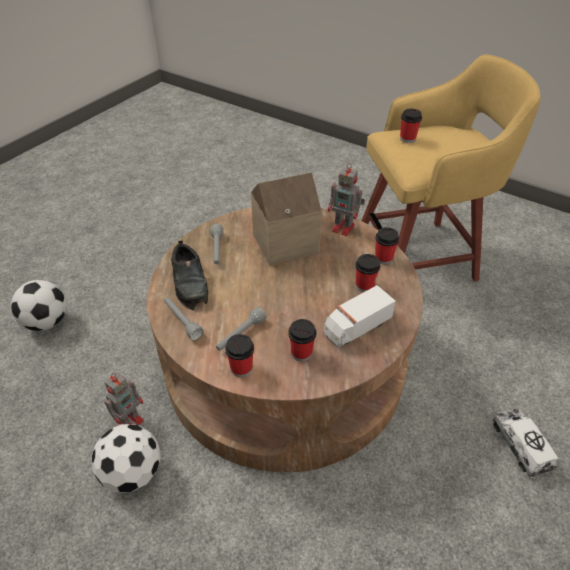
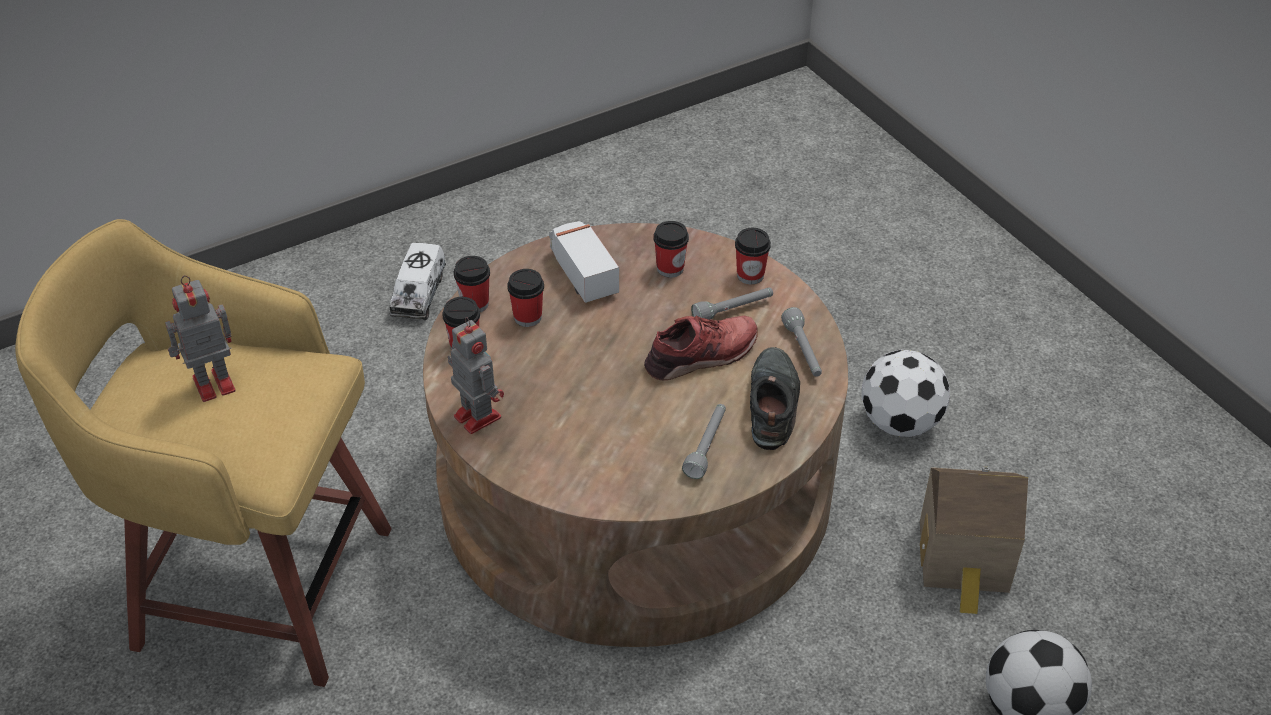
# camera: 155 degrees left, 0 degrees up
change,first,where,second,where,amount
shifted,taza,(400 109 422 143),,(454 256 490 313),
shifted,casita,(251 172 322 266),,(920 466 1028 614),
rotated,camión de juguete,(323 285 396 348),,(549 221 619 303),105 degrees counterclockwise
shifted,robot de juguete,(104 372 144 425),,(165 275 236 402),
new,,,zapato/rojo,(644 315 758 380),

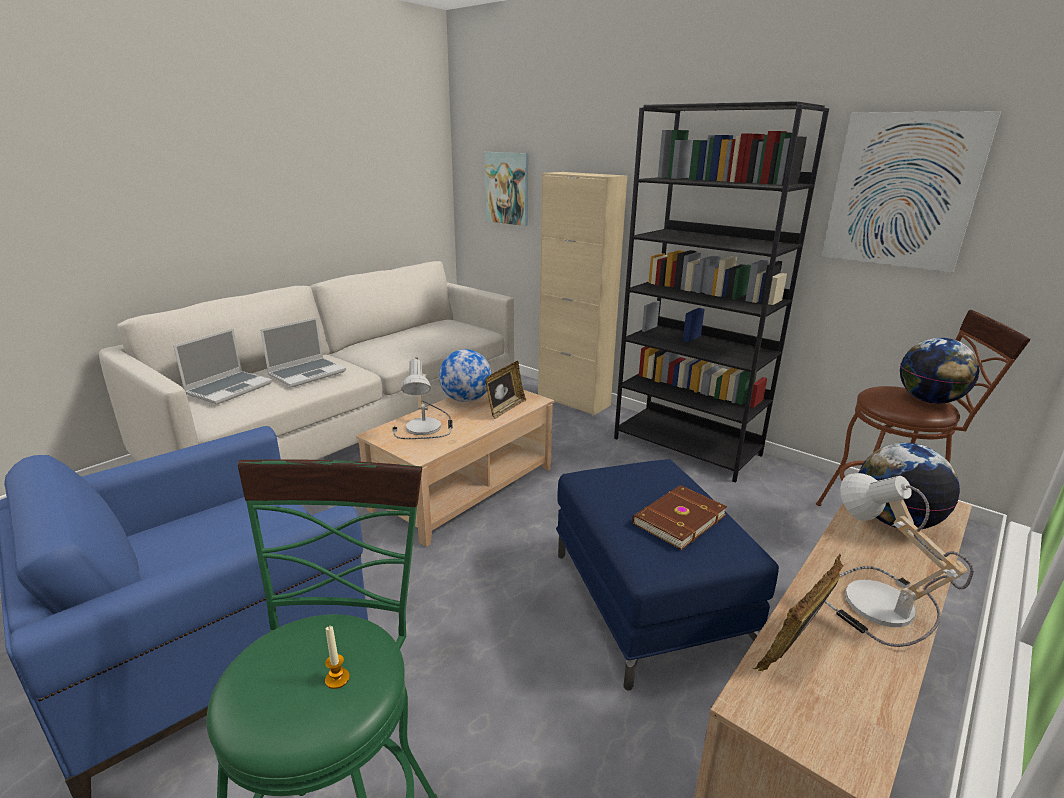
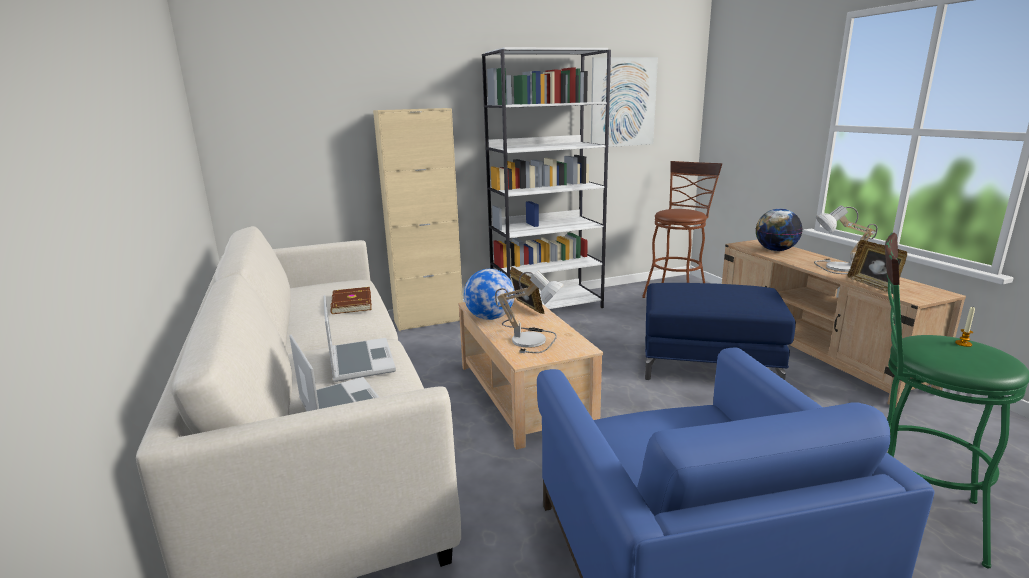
# camera: 60 degrees left, 5 degrees down
change,first,where,second,where,amount
repainted,estantería/negro,(614 101 829 483),estantería/blanco,(482 47 611 309),
gone,cuadro,(484 152 528 226),,,
gone,globo terráqueo,(900 338 979 404),,,
shifted,libro/marrón,(632 485 728 550),,(330 287 372 314),

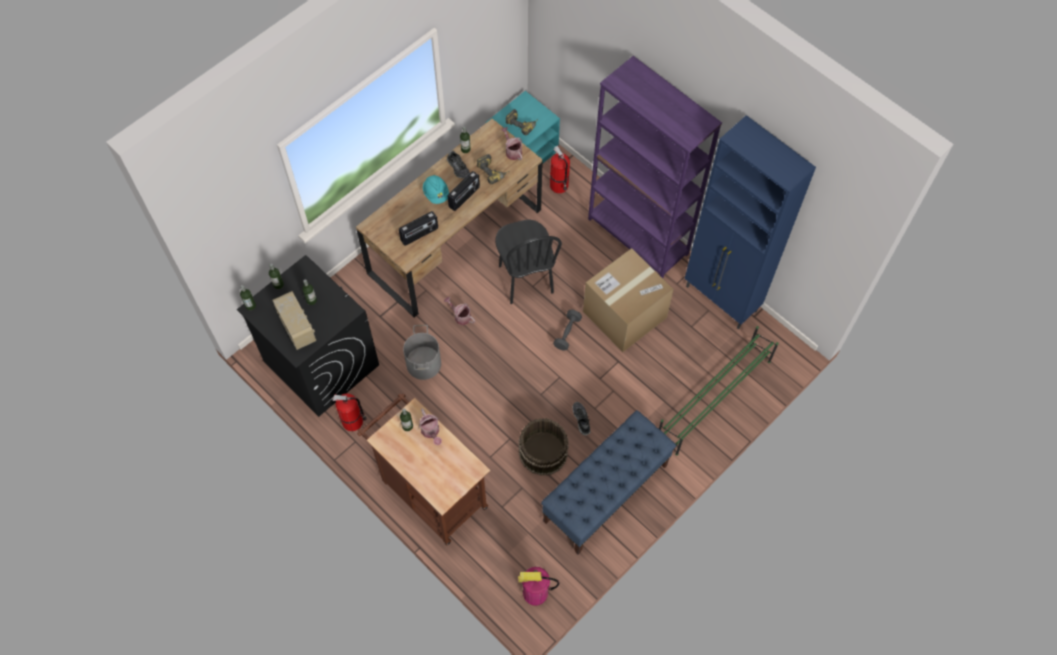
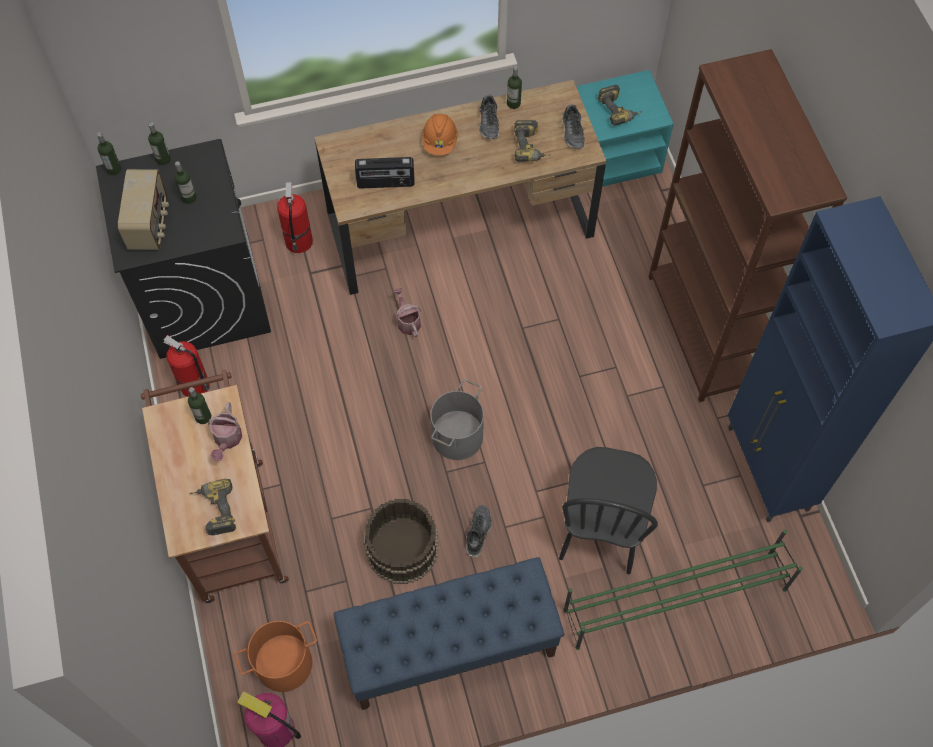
# camera: 30 degrees right, 0 degrees up
change,first,where,second,where,amount
repainted,estantería/morado,(588 56 722 278),estantería/marrón,(648 49 847 402),
swapped,regadera,(501 127 522 160),zapato,(562 104 585 149),
shifted,extintor,(550 146 570 193),,(277 182 313 253),
gone,radio,(448 171 480 211),,,
repainted,casco/turquesa,(423 175 449 204),casco/naranja,(422 114 458 156),
shifted,silla/negro,(495 219 562 304),,(559 447 658 574),
gone,caja de cartón,(583 248 674 352),,,
gone,mancuerna/gris,(553 310 582 351),,,
shifted,cubo/gris,(403 325 441 380),,(431 379 484 460),
new,,,taladro,(189 479 236 535),
new,,,cubo/naranja,(234 621 317 692),

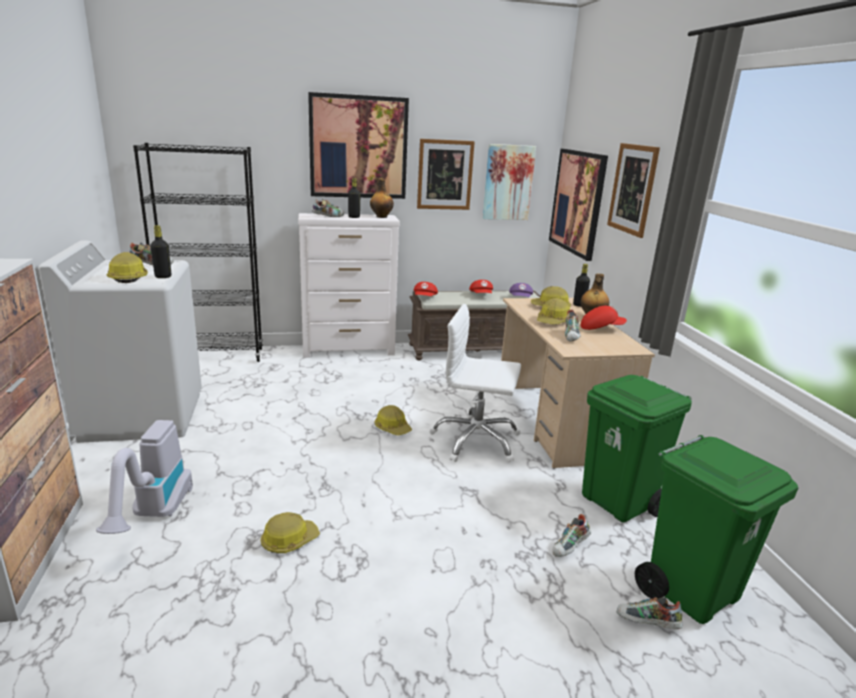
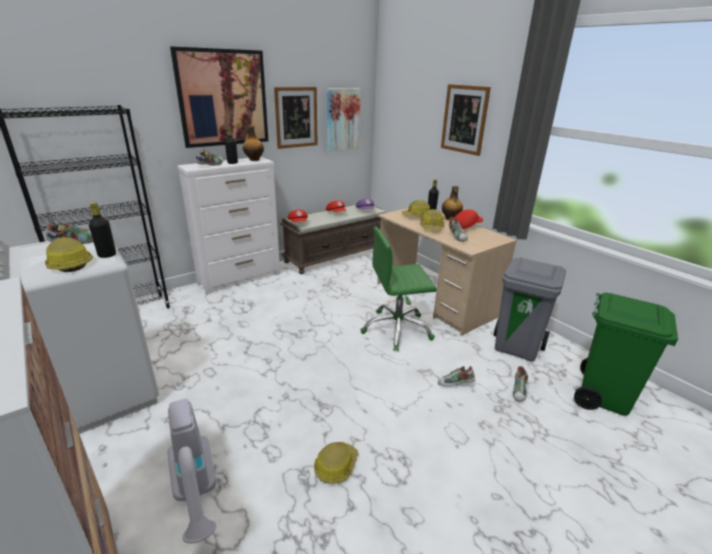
# camera: 25 degrees left, 5 degrees up
change,first,where,second,where,amount
gone,cuadro,(549 149 608 261),,,
repainted,silla de oficina/blanco,(429 304 521 463),silla de oficina/verde,(360 226 437 352),
repainted,papelera/verde,(582 375 692 522),papelera/gris,(494 258 566 362),
gone,casco,(375 405 412 435),,,
shifted,zapato,(617 597 683 629),,(438 366 475 386),

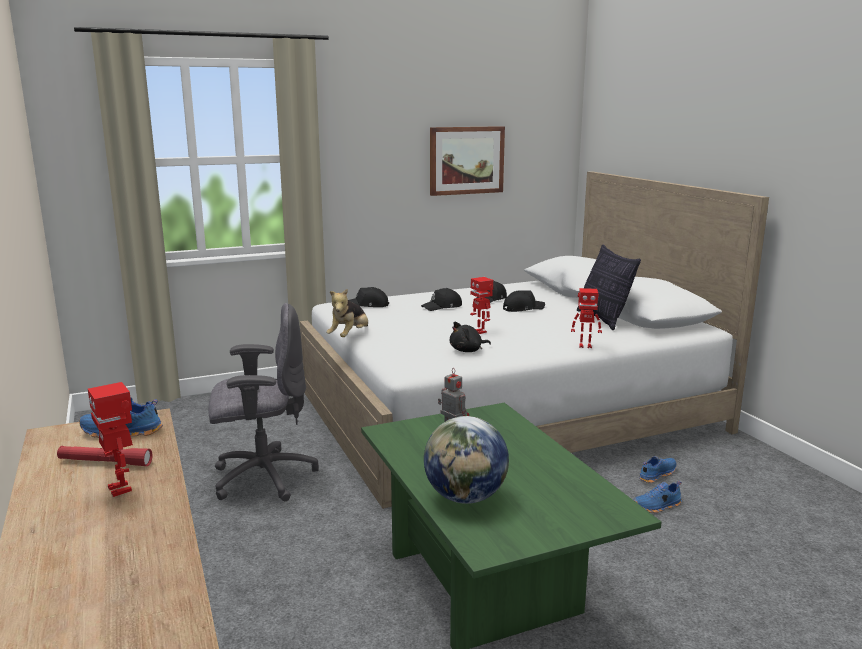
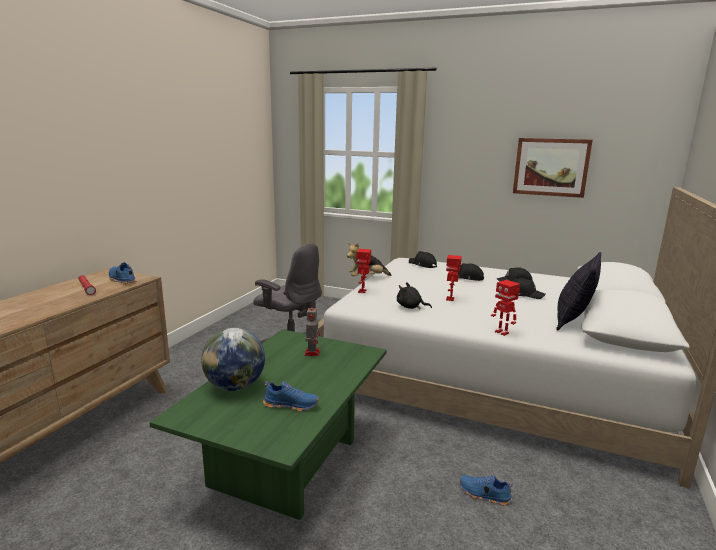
# camera: 45 degrees right, 0 degrees up
change,first,where,second,where,amount
shifted,robot de juguete,(88 382 133 497),,(356 249 371 293),
shifted,zapato/azul,(639 456 676 483),,(263 381 319 411),

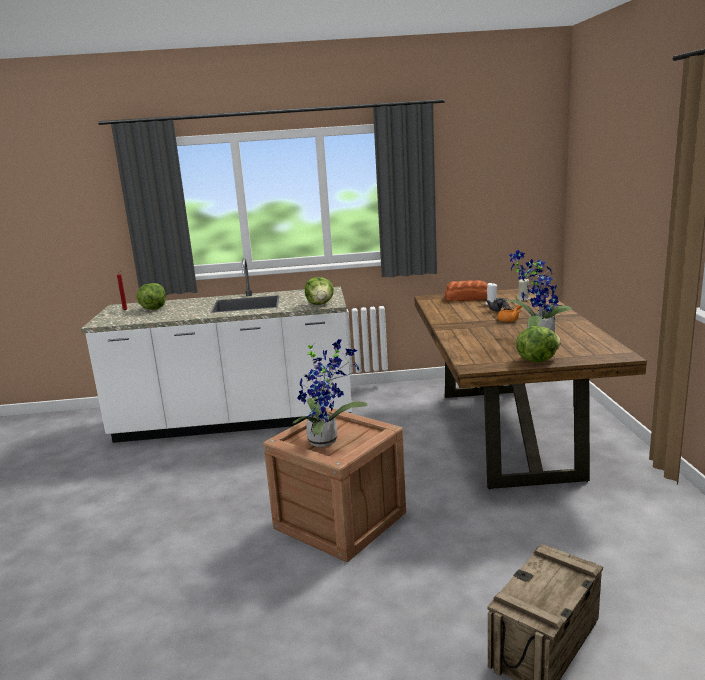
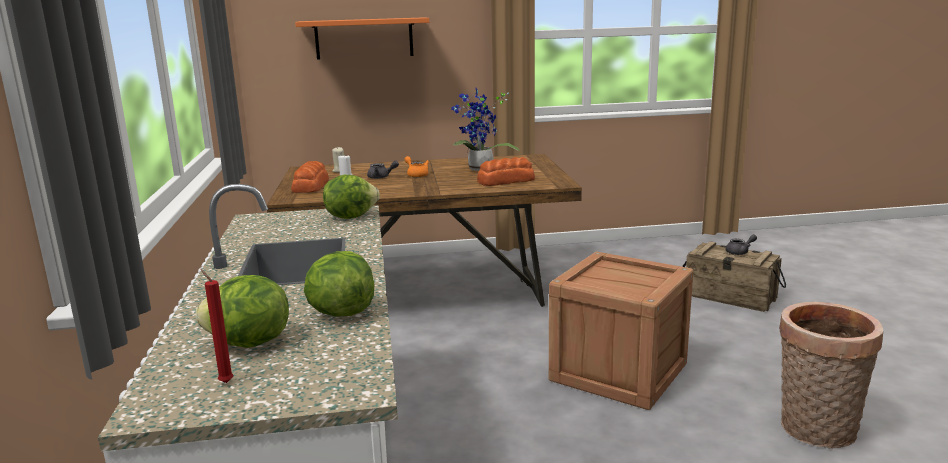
# camera: 95 degrees left, 0 degrees up
change,first,where,second,where,amount
shifted,lechuga,(516 326 561 363),,(304 251 375 317),
gone,planta en maceta,(293 339 367 447),,,
new,,,estante/naranja,(295 17 429 60),
new,,,pan,(477 157 535 186),
new,,,tetera/gris,(726 234 757 255),
new,,,cesta,(779 302 883 449),

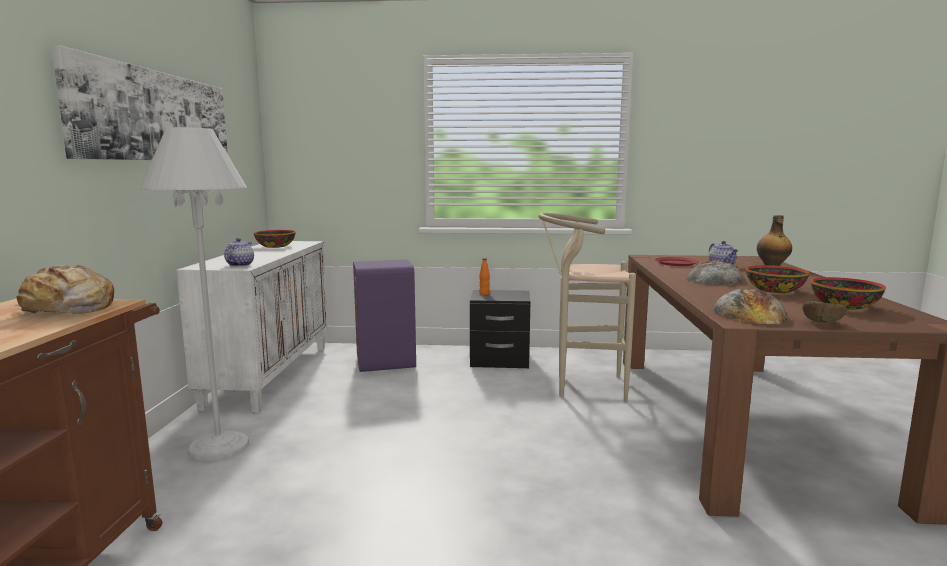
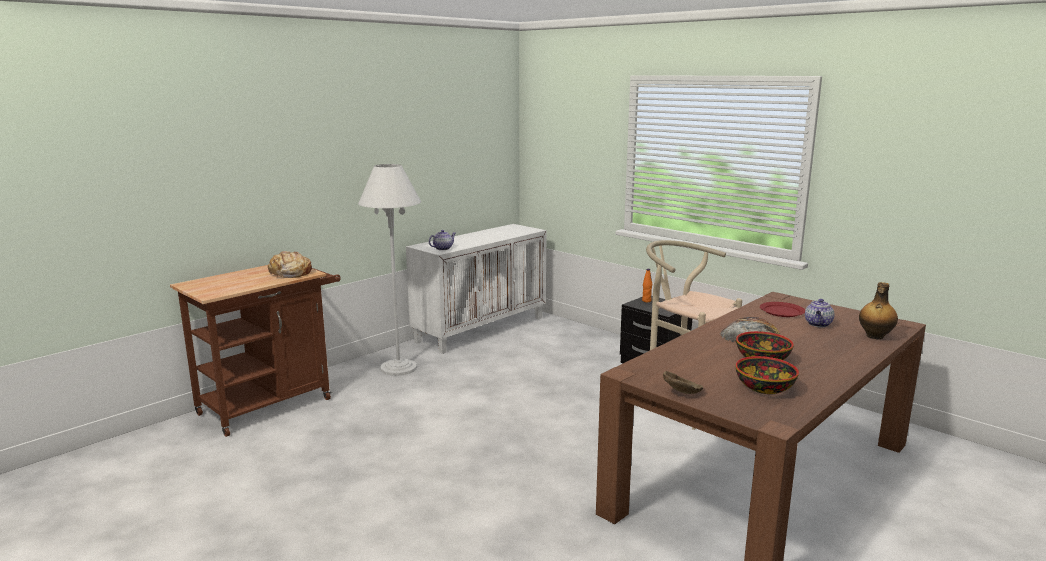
# camera: 40 degrees right, 5 degrees up
change,first,where,second,where,amount
gone,cuadro,(51 45 228 160),,,
gone,cuenco,(254 230 296 248),,,
gone,papelera/morado,(353 259 416 372),,,
gone,pan,(713 289 788 325),,,

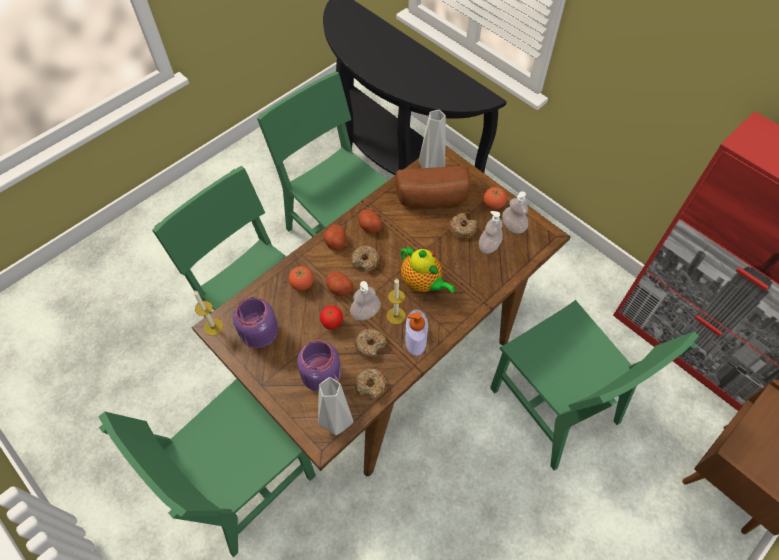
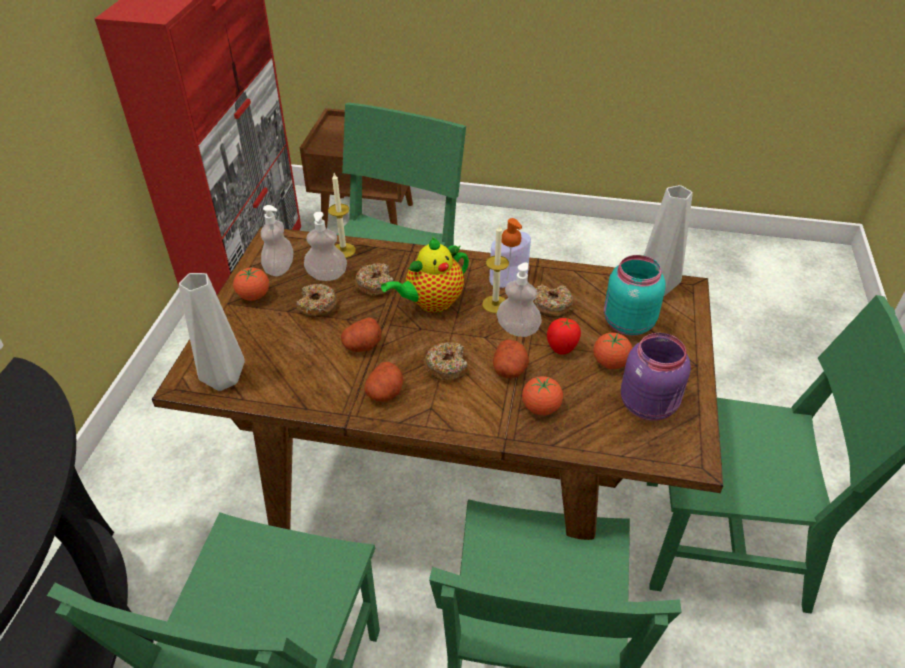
# camera: 125 degrees left, 15 degrees down
change,first,where,second,where,amount
gone,pan,(395 166 470 208),,,
shifted,patata,(324 225 346 250),,(341 317 381 352),
rotated,tetera,(400 247 456 293),,(381 237 469 313),135 degrees counterclockwise
shifted,vela,(194 291 223 336),,(328 173 356 258),
repainted,tarro/morado,(297 340 341 392),tarro/turquesa,(604 255 666 336),
shifted,rosquilla,(355 368 387 399),,(355 263 393 296),
new,,,tomate,(593 333 632 369),

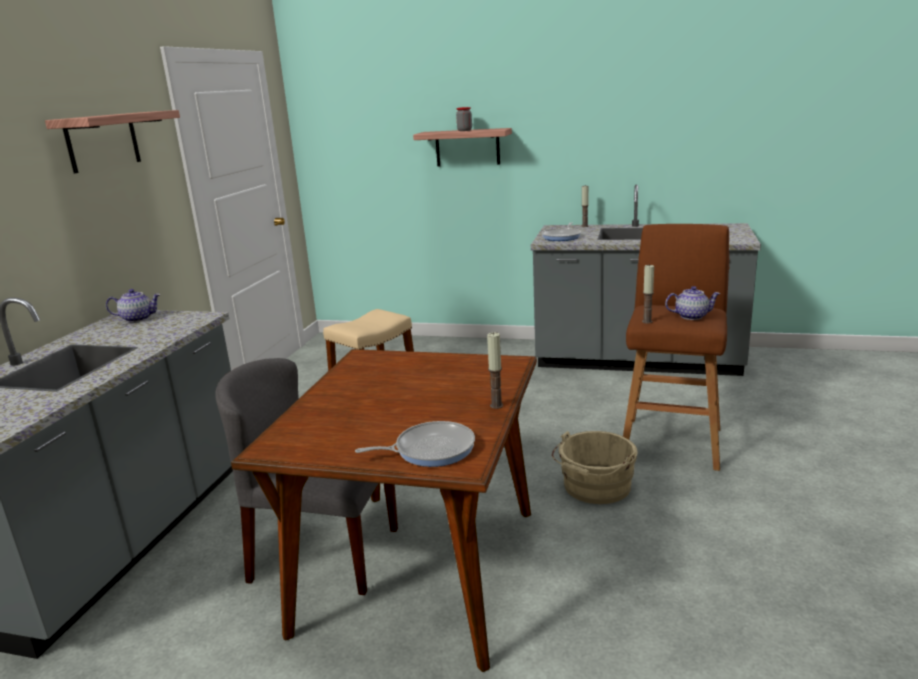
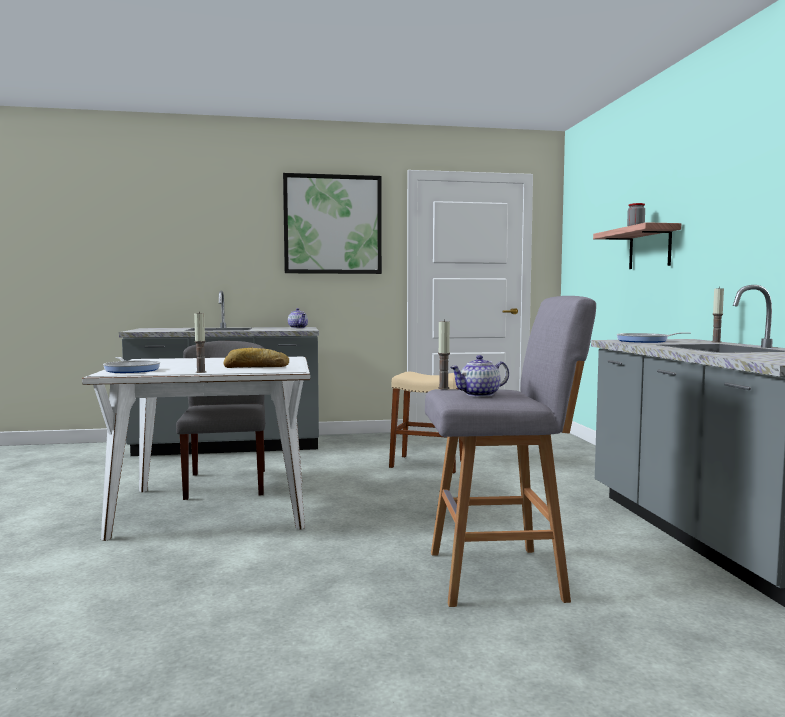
# camera: 65 degrees right, 15 degrees down
change,first,where,second,where,amount
swapped,estante,(45 110 180 173),cuadro,(283 173 382 274),
repainted,taburete/marrón,(623 224 729 471),taburete/gris,(425 296 596 607),
rotated,tetera,(665 286 720 320),,(450 355 509 397),90 degrees clockwise
repainted,mesa de comedor/marrón,(231 349 537 672),mesa de comedor/blanco,(82 357 310 541),
gone,cubo/beis,(552 431 638 504),,,
new,,,pan,(223 347 289 368),

